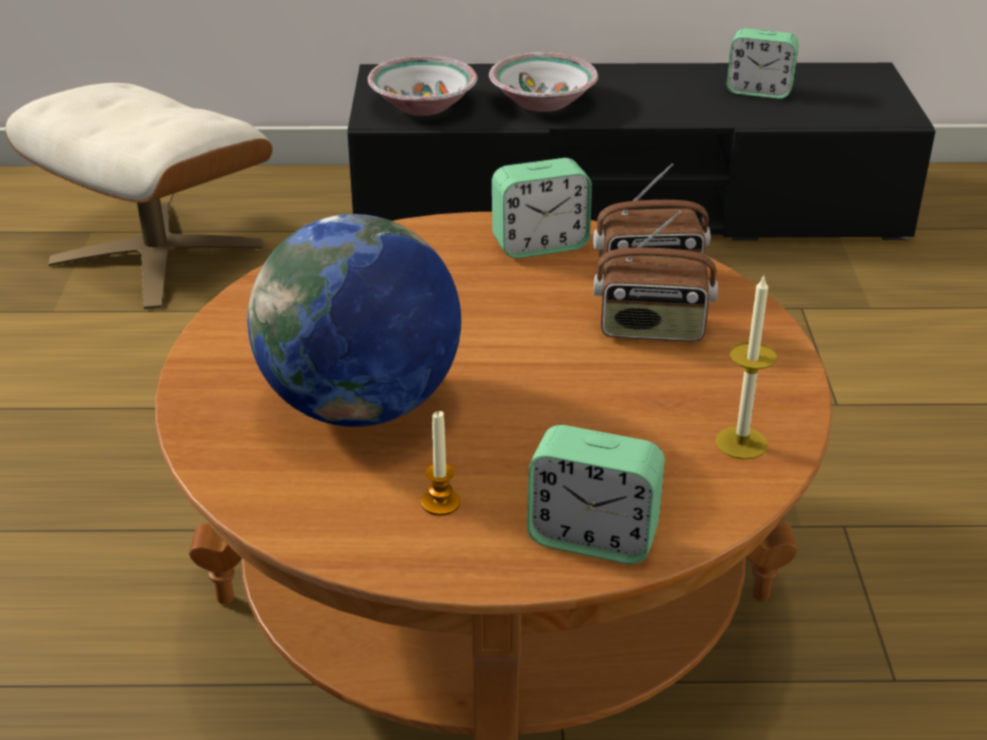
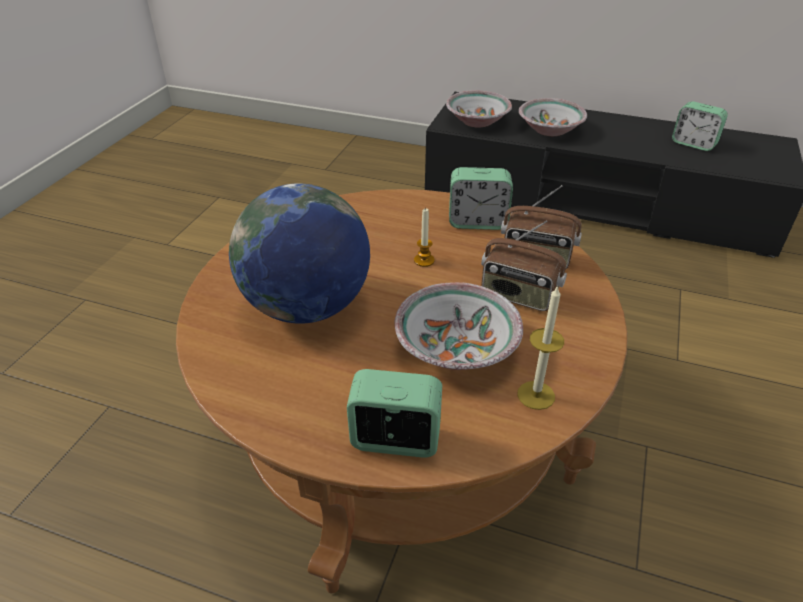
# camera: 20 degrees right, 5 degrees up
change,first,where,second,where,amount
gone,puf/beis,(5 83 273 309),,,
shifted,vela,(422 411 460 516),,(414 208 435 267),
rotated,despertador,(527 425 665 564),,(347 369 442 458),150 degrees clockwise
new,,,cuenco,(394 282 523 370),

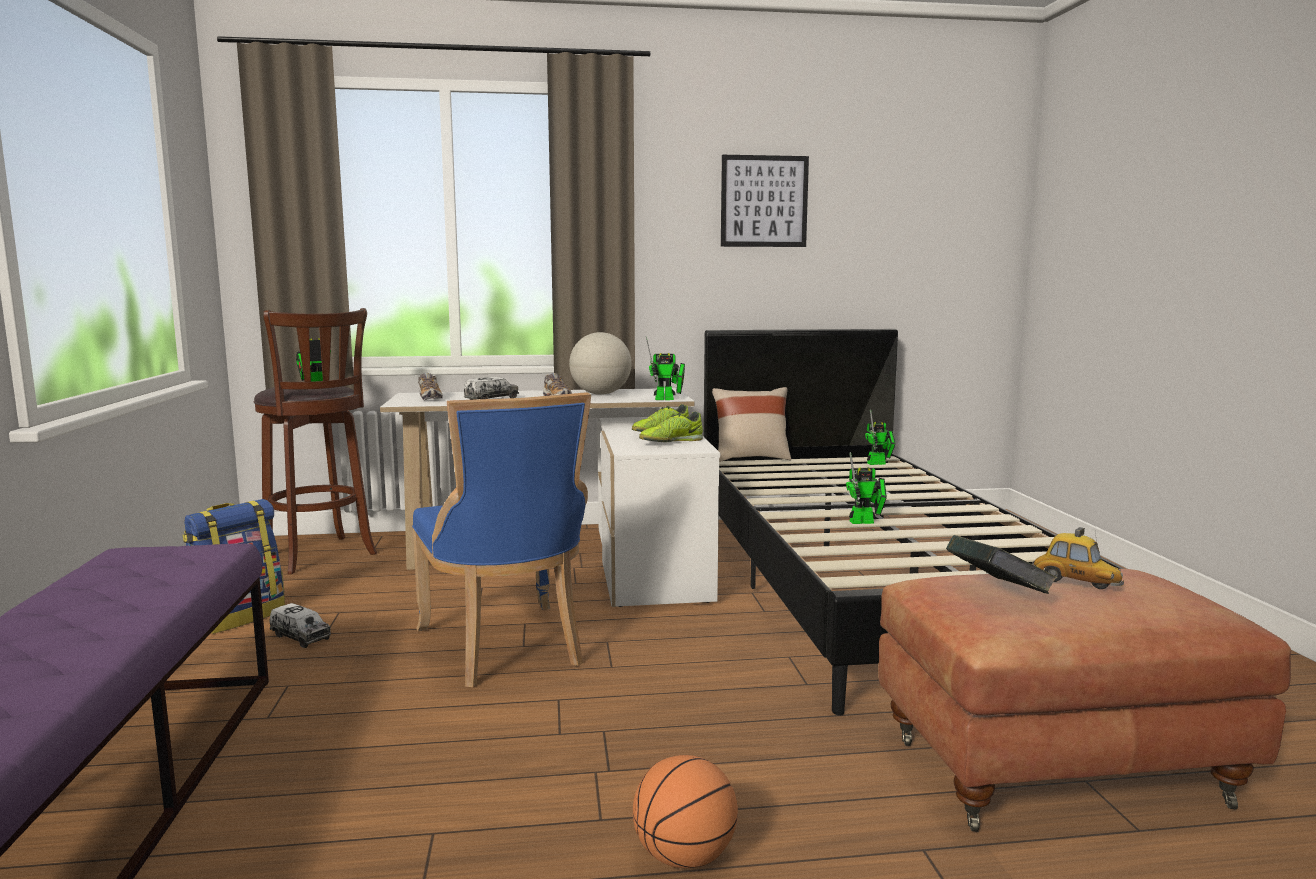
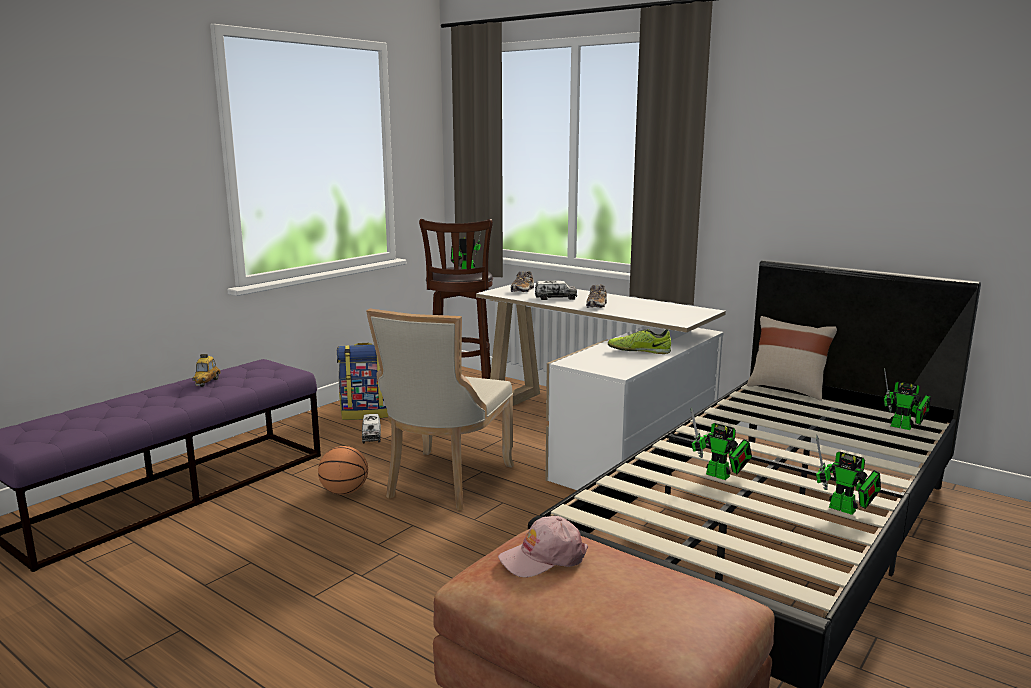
# camera: 45 degrees right, 5 degrees up
change,first,where,second,where,amount
gone,cuadro,(721 155 809 247),,,
gone,globo terráqueo,(569 332 632 395),,,
shifted,robot de juguete,(646 336 685 400),,(816 435 881 515),
repainted,silla/azul,(412 392 591 687),silla/beis,(366 308 514 511),
gone,zapato,(639 411 703 442),,,
shifted,coche de juguete,(1032 527 1124 589),,(192 354 221 387),
swapped,libro,(946 535 1057 594),gorra/rosa,(498 516 588 578),
shifted,balón de baloncesto,(633 755 738 868),,(318 446 368 495),

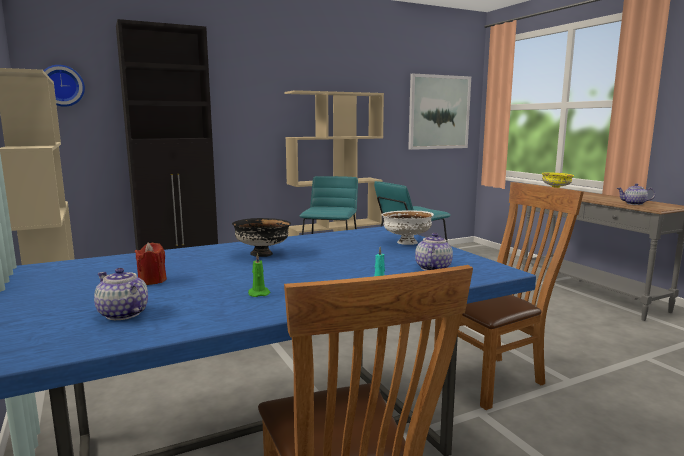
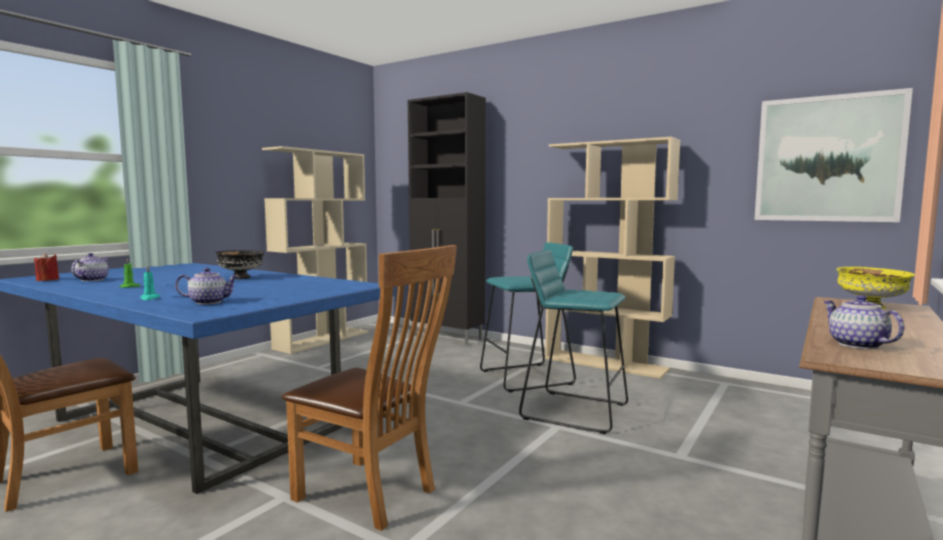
# camera: 60 degrees right, 5 degrees down
change,first,where,second,where,amount
gone,reloj de pared,(44 65 85 107),,,
gone,cuenco/blanco,(381 210 434 245),,,
shifted,vela/rojo,(135 243 167 285),,(34 253 59 281),

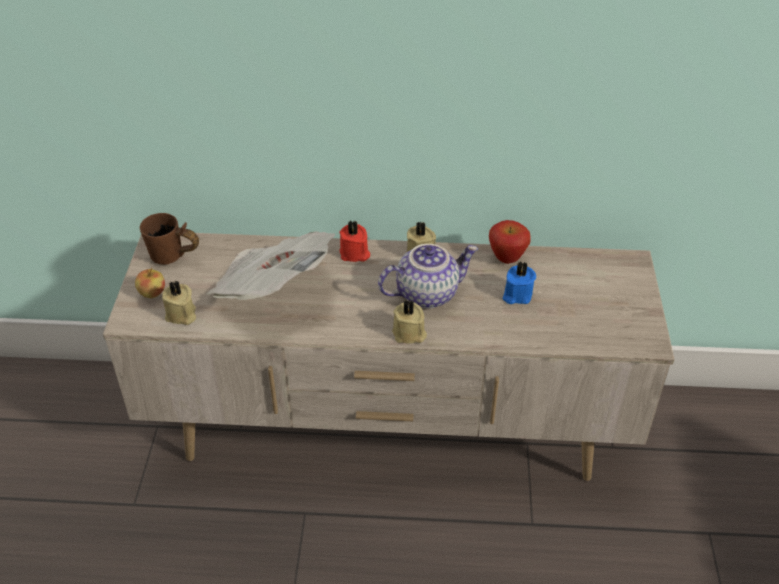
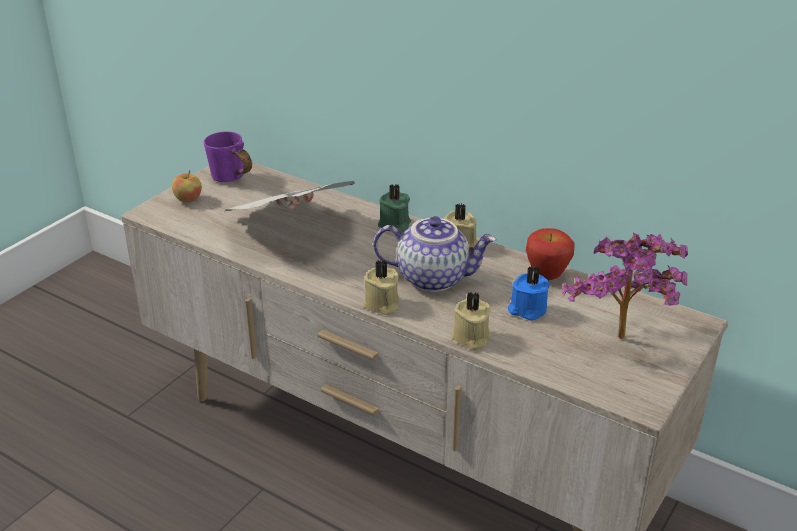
# camera: 30 degrees right, 10 degrees down
change,first,where,second,where,amount
repainted,taza grande/marrón,(140 213 199 265),taza grande/morado,(204 131 252 182),
repainted,vela/rojo,(339 220 370 262),vela/verde,(378 184 411 233),
shifted,vela/beis,(162 280 196 325),,(451 292 491 350),
new,,,planta en maceta,(562 233 688 339),

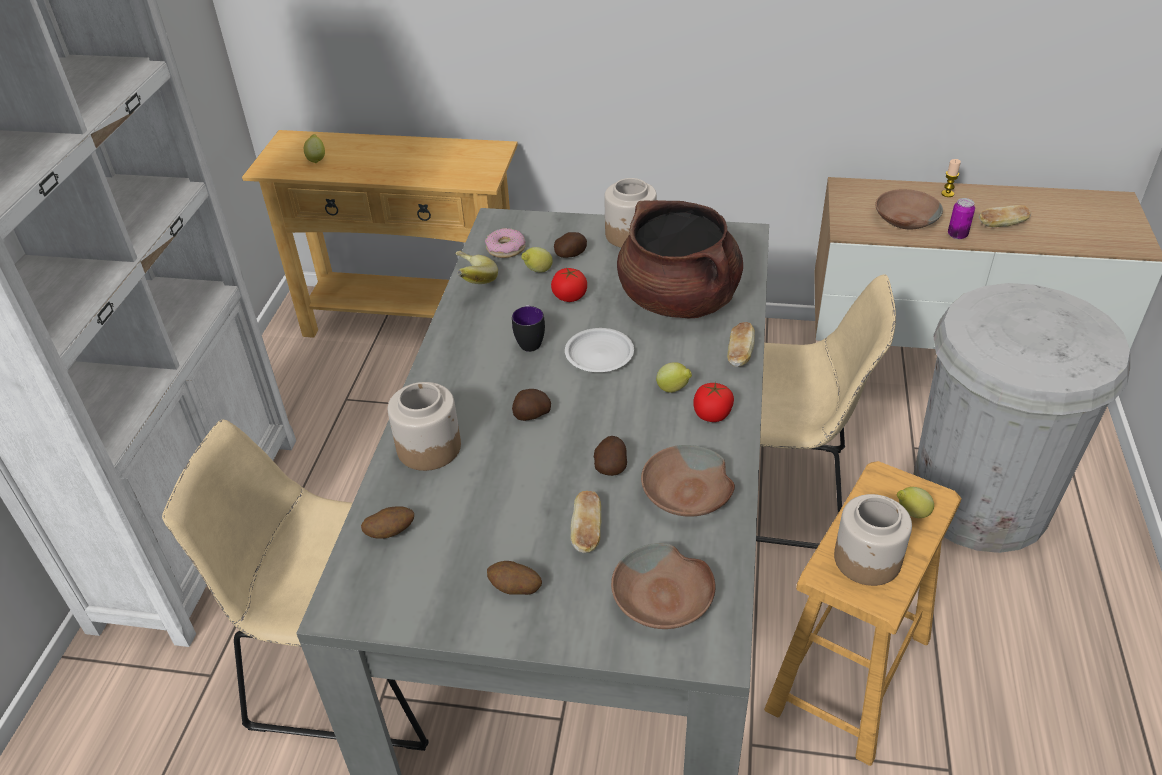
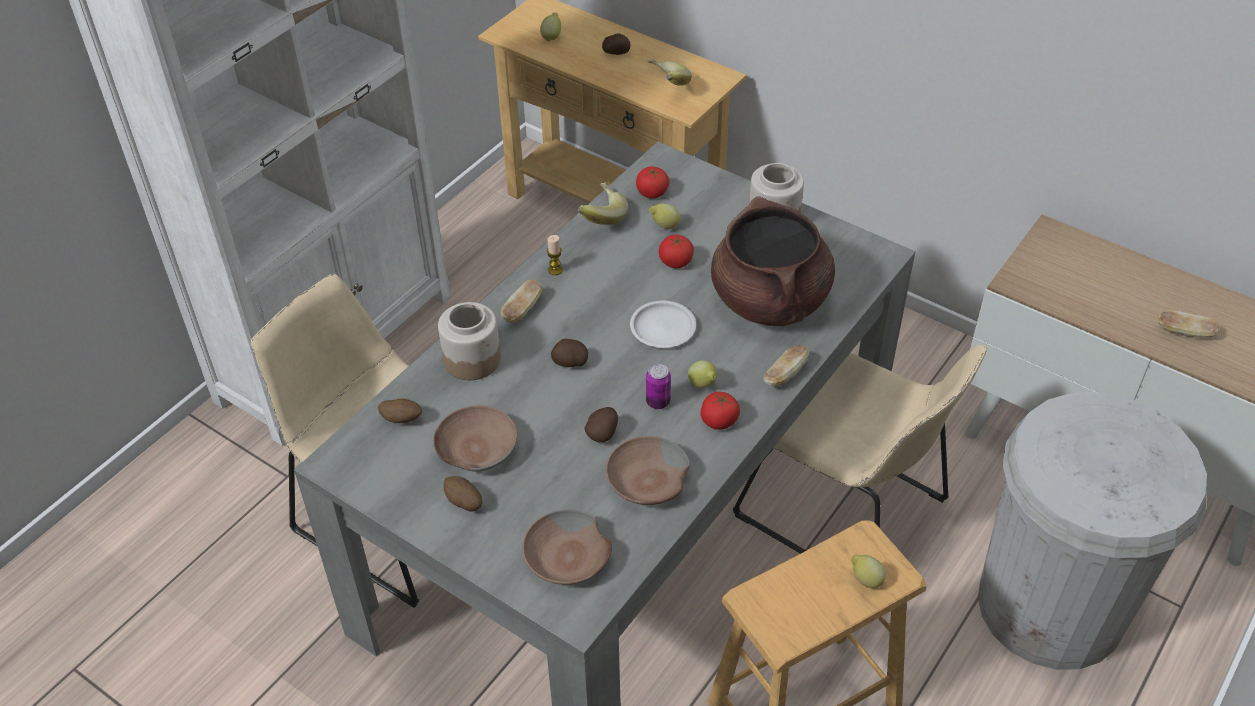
# camera: 25 degrees right, 5 degrees up
change,first,where,second,where,amount
shifted,vela,(941 159 961 197),,(547 235 563 275),
shifted,cuenco/marrón,(875 189 943 230),,(434 405 517 472),
shifted,lata,(948 198 975 239),,(646 364 671 409),
swapped,rosquilla,(485 228 525 258),tomate,(636 166 669 199),
shifted,patata,(554 232 587 258),,(602 33 630 55),
gone,taza grande,(512 305 545 352),,,
shifted,pan,(570 491 601 553),,(501 279 543 322),
gone,tarro,(834 494 912 586),,,
new,,,plátano,(648 58 692 86),

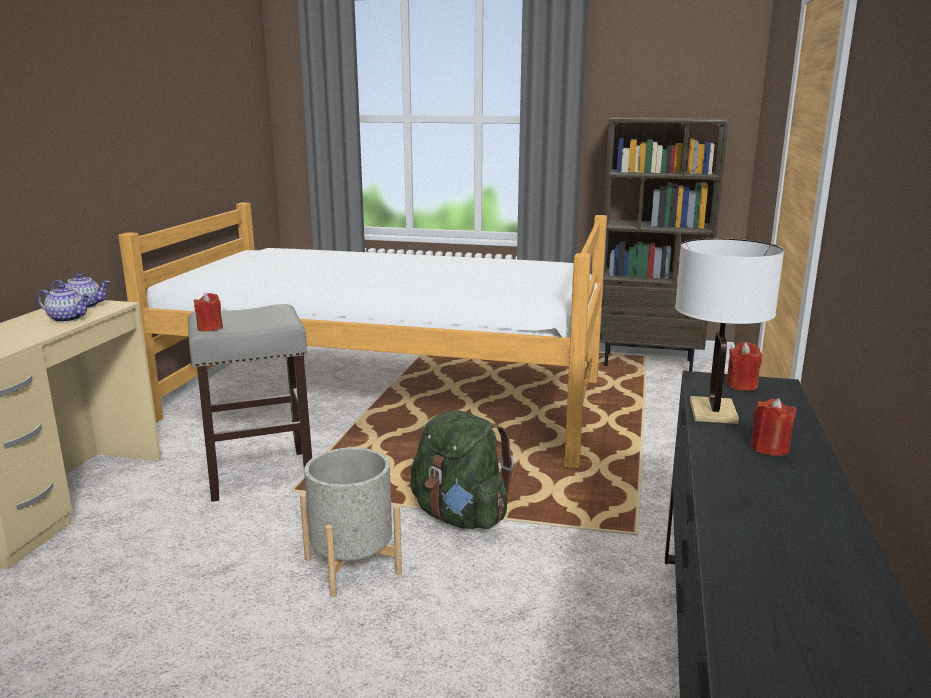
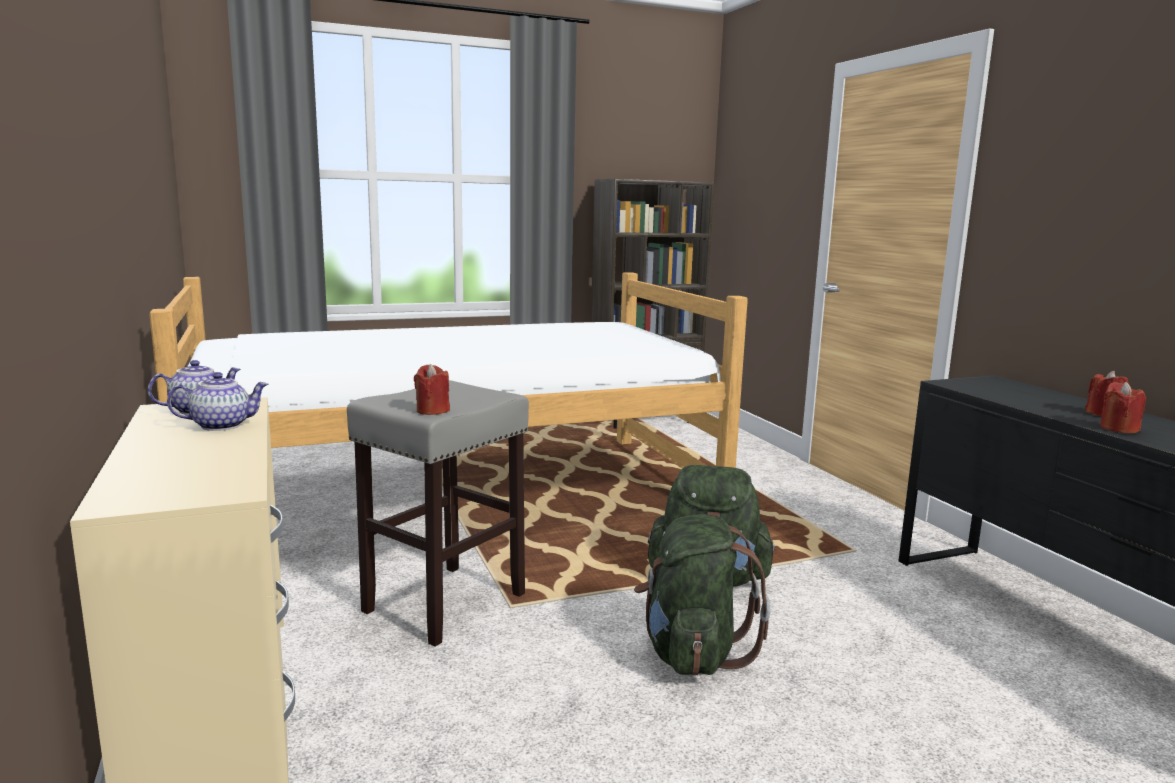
# camera: 35 degrees left, 5 degrees down
change,first,where,second,where,amount
gone,lámpara de mesa/blanco,(675 238 784 424),,,
shifted,vela/rojo,(726 342 762 391),,(1100 382 1146 433),
swapped,maceta/gris,(300 447 402 597),mochila/verde,(634 514 770 676),

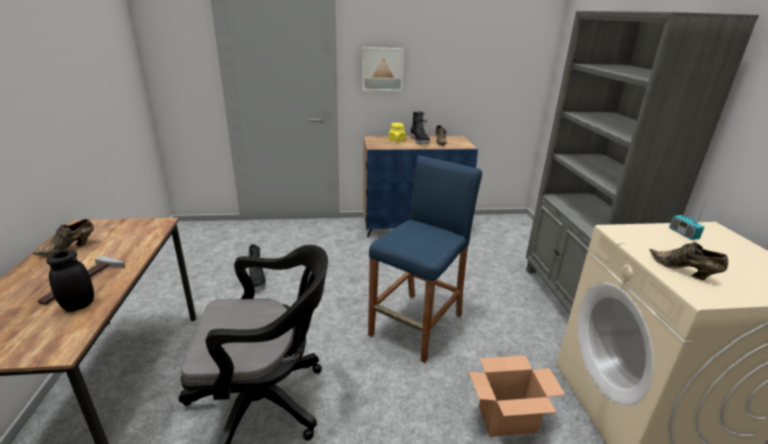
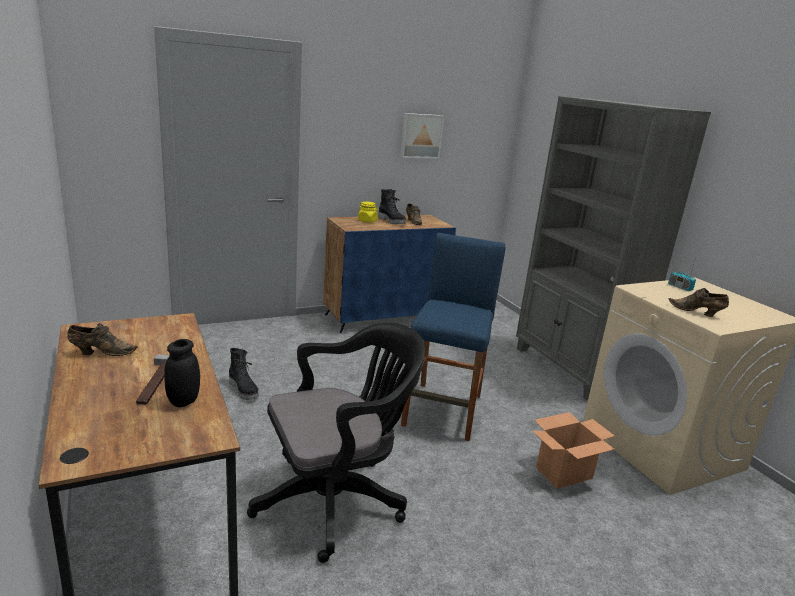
# camera: 20 degrees left, 5 degrees down
change,first,where,second,where,amount
shifted,cuadro,(362 47 404 91),,(400 113 444 159),
rotated,zapato/marrón,(33 219 94 257),,(67 323 138 356),120 degrees counterclockwise

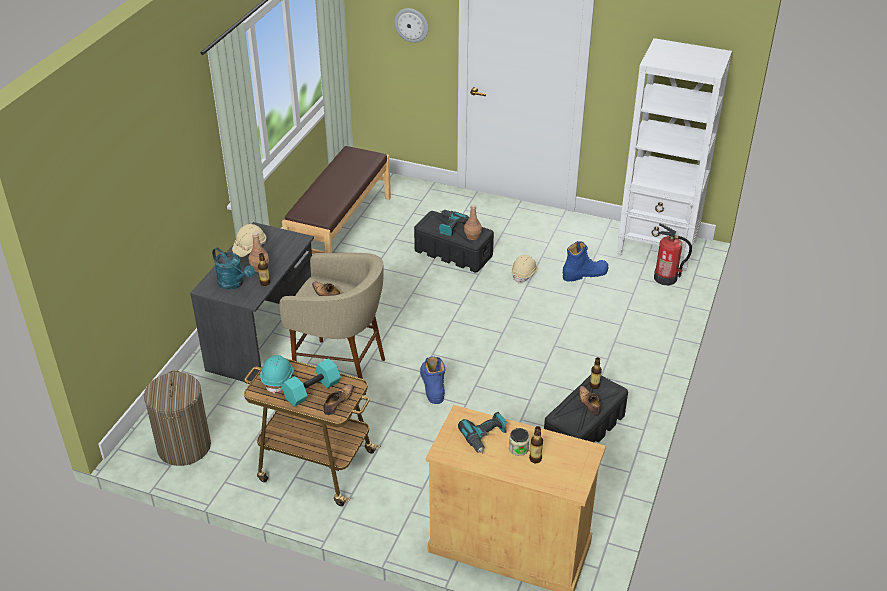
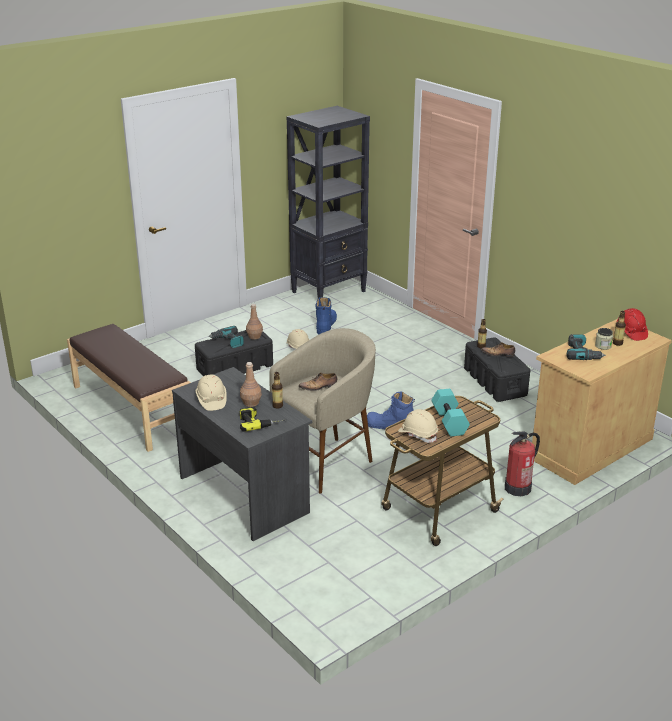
# camera: 60 degrees left, 10 degrees down
change,first,where,second,where,amount
gone,reloj de pared,(394 8 428 43),,,
repainted,estantería/blanco,(617 38 732 271),estantería/negro,(287 106 370 298),
shifted,extintor,(654 224 692 286),,(505 431 540 496),
swapped,regadera/turquesa,(212 248 255 290),taladro,(240 406 287 432),
repainted,casco/turquesa,(260 355 294 394),casco/beis,(398 409 438 443),
gone,cesto de la ropa,(144 370 211 466),,,
gone,zapato,(323 384 354 415),,,
new,,,casco/rojo,(616 308 648 341),

